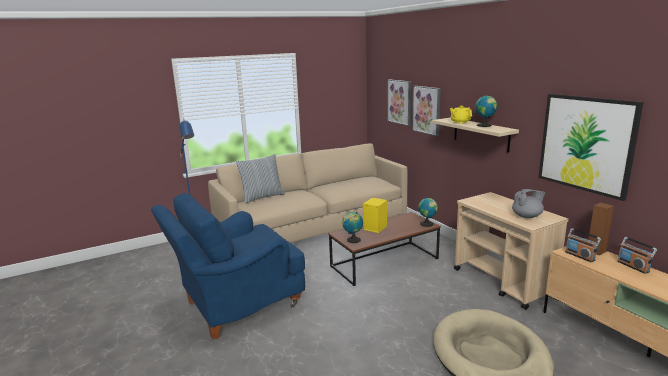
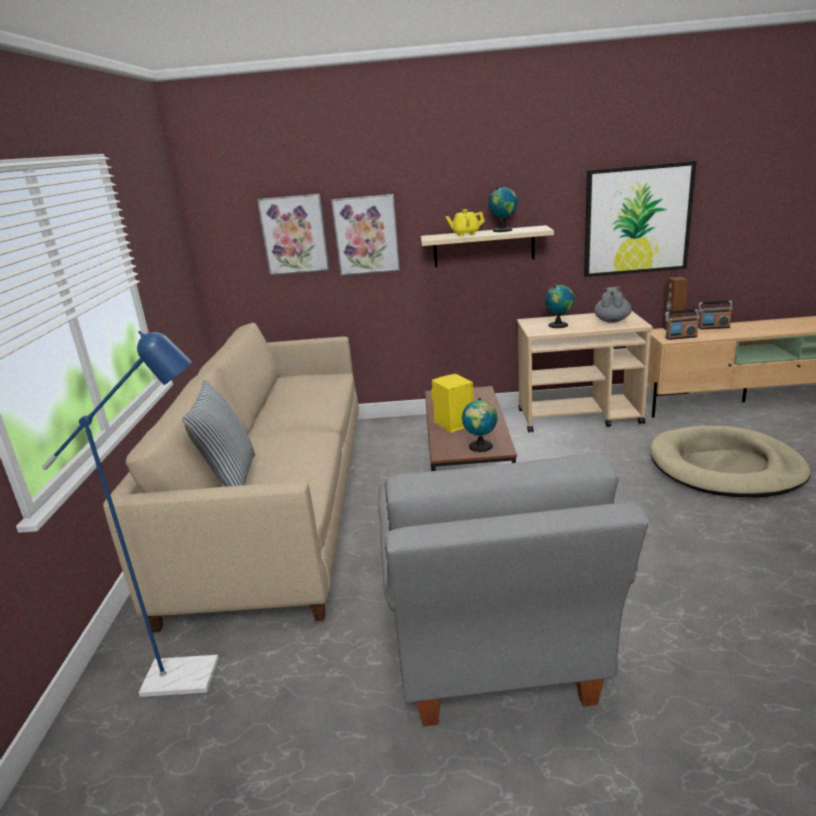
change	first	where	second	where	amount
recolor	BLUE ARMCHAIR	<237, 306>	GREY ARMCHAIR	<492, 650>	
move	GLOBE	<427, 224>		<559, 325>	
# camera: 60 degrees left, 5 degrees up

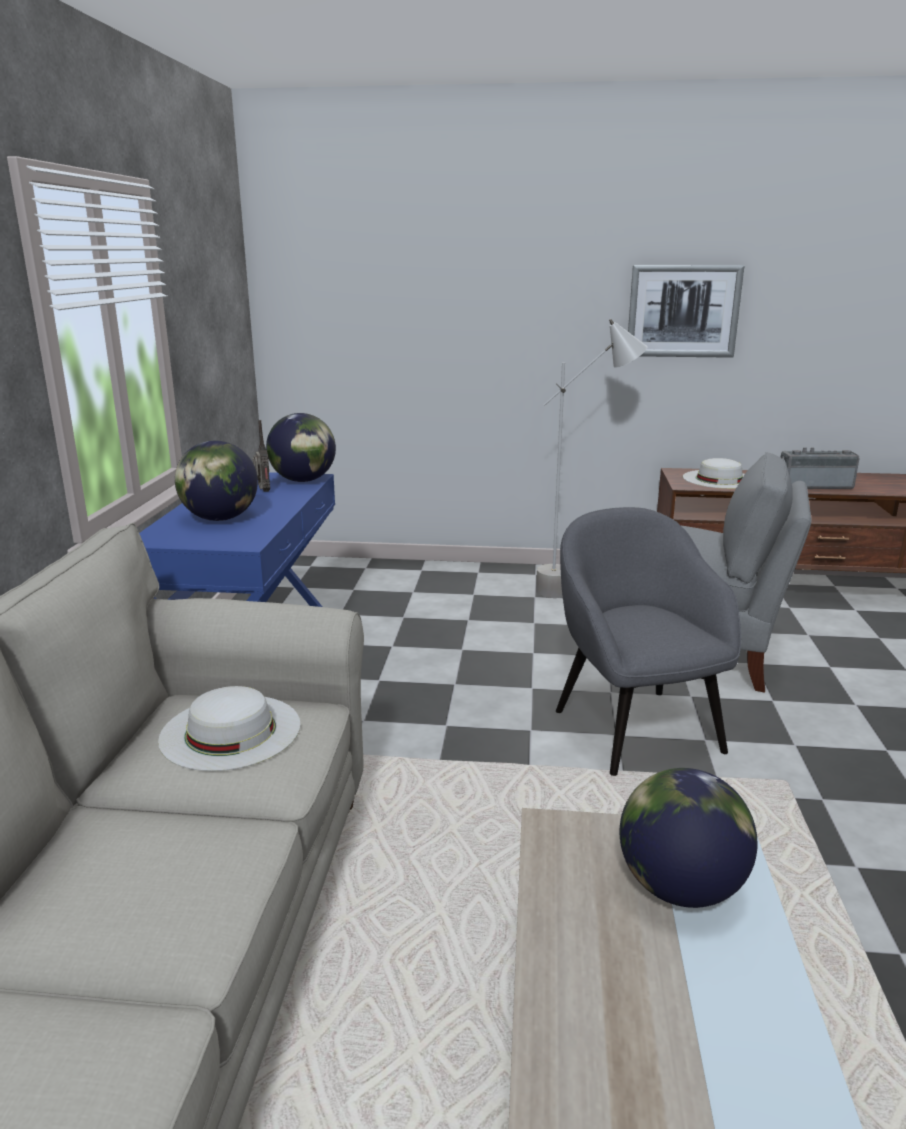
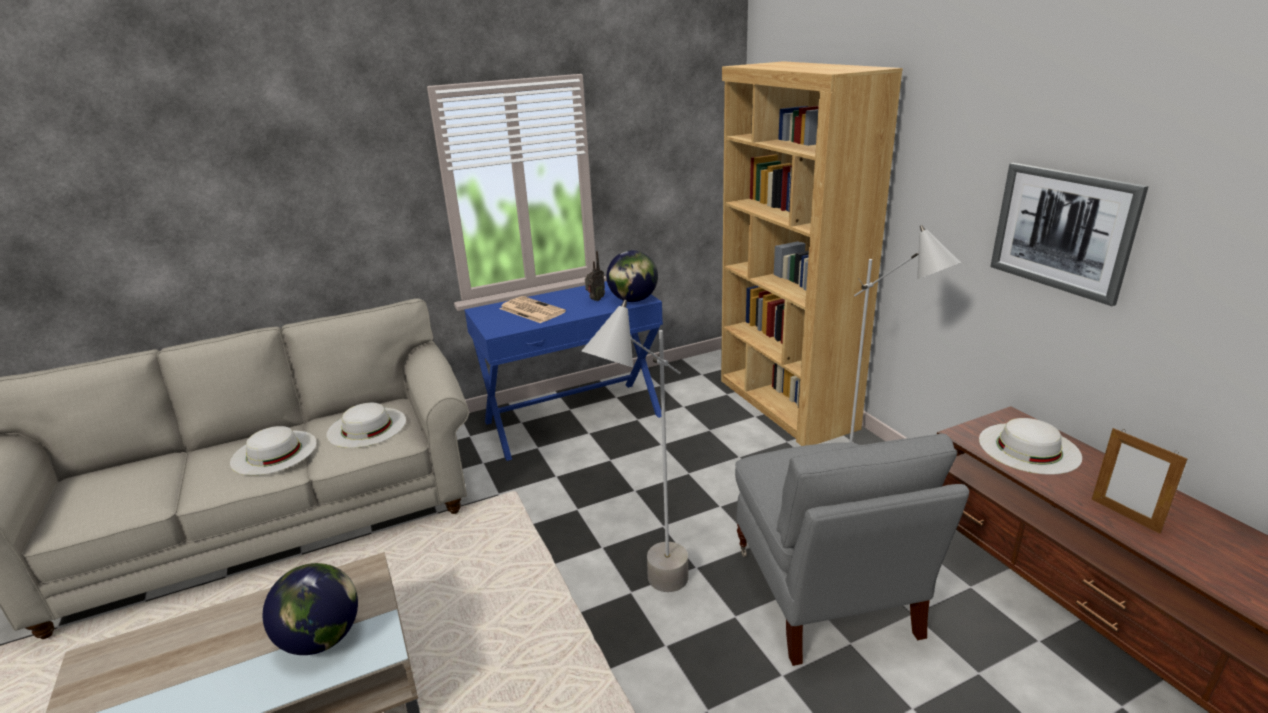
change	first	where	second	where	amount
insert			WHITE HAT	<274, 452>	
replace	GLOBE	<220, 519>	NEWSPAPER	<531, 310>	
replace	GREY ARMCHAIR	<635, 728>	GREY FLOOR LAMP	<649, 599>	
insert			BROWN BOOKCASE	<785, 404>	
replace	RADIO	<813, 486>	PICTURE FRAME	<1125, 515>	
# camera: 60 degrees right, 5 degrees up

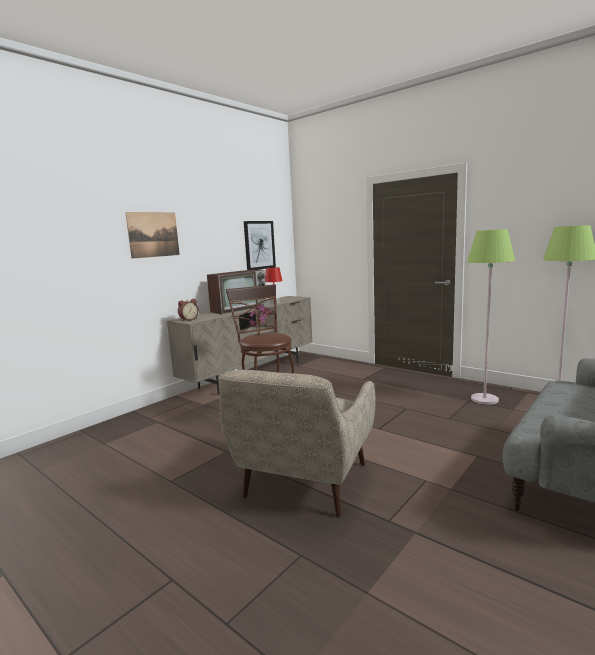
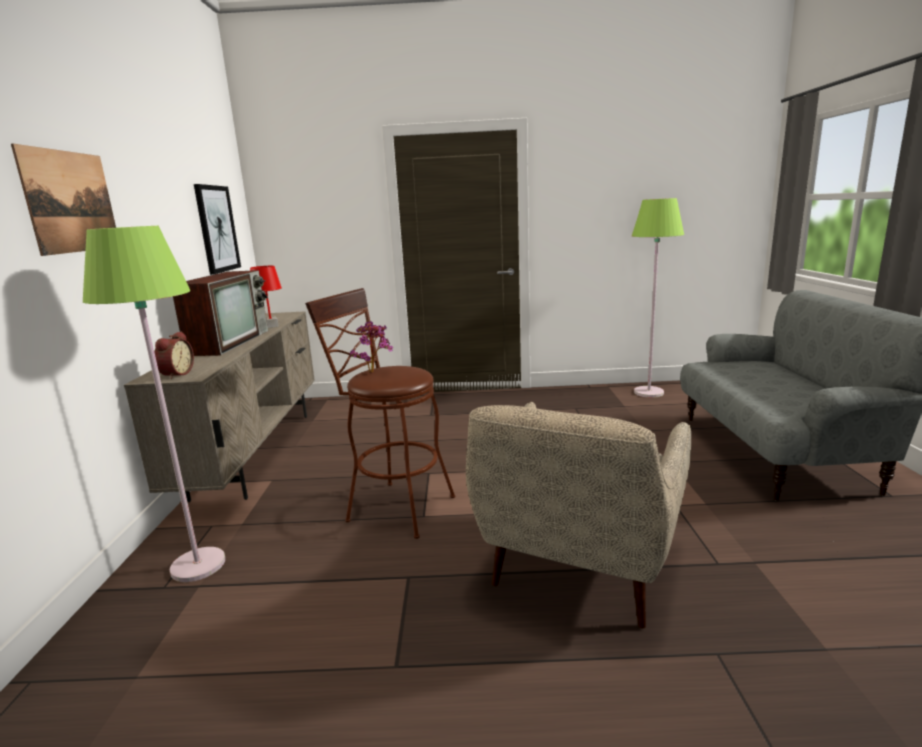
change	first	where	second	where	amount
move	GREEN FLOOR LAMP	<484, 399>		<198, 565>	
rotate	BEIGE ARMCHAIR	<303, 484>		<578, 569>	45 degrees clockwise
# camera: 40 degrees left, 5 degrees up

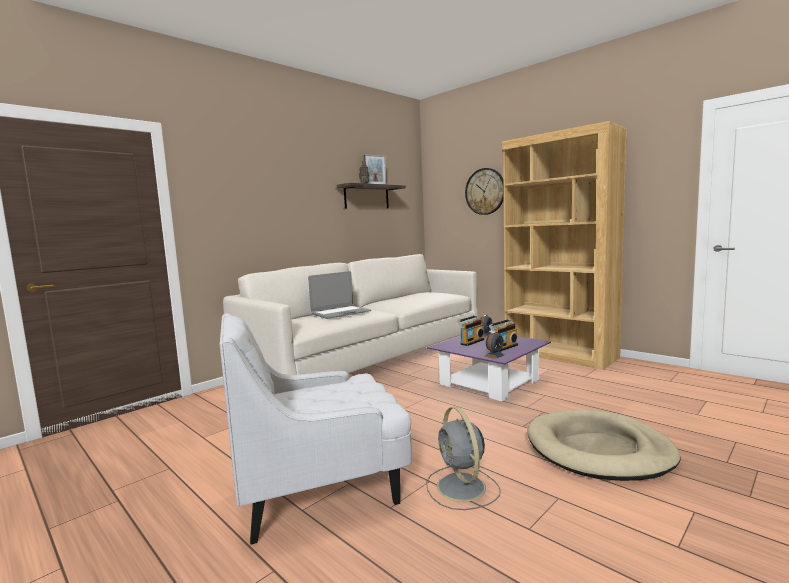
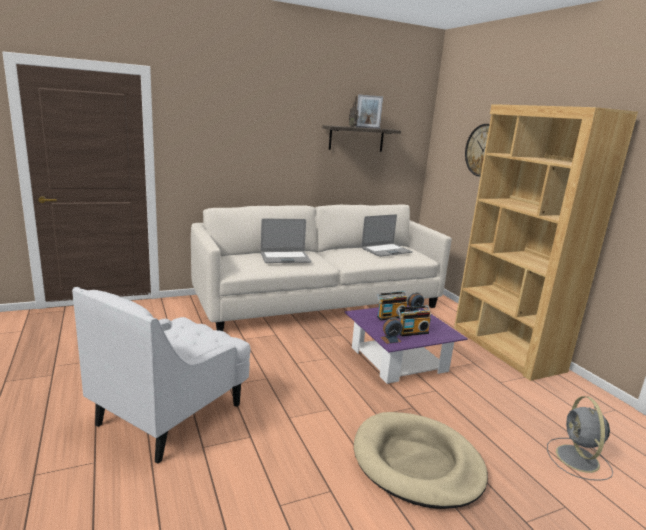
change	first	where	second	where	amount
rotate	WHITE ARMCHAIR	<320, 489>		<172, 413>	60 degrees counterclockwise
insert			LAPTOP	<386, 250>	
move	GREY FAN	<462, 488>		<578, 459>	
# camera: 20 degrees right, 10 degrees up

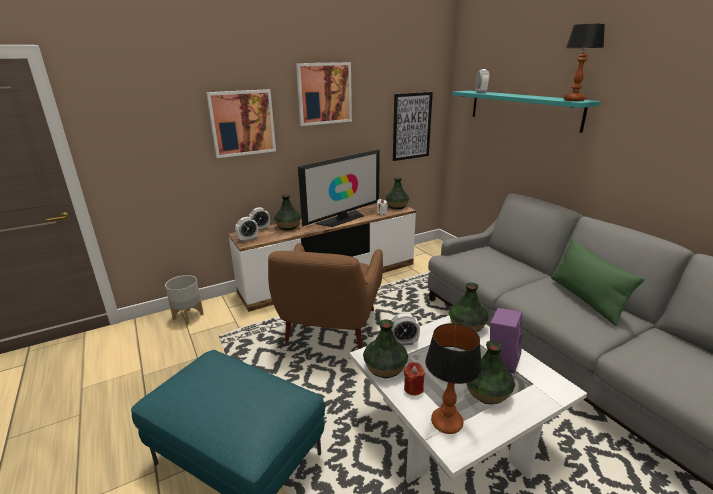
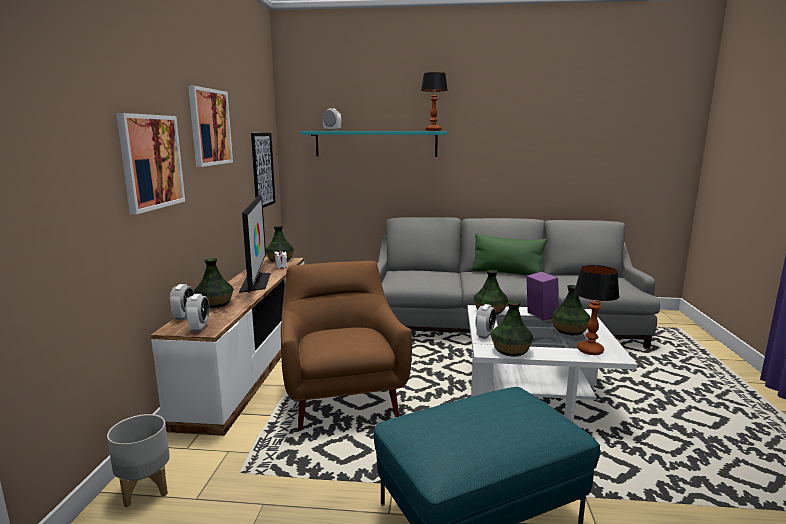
change	first	where	second	where	amount
rotate	BROWN ARMCHAIR	<330, 328>		<342, 396>	150 degrees counterclockwise
delete	RED CANDLE	<413, 388>			
# camera: 55 degrees left, 10 degrees down

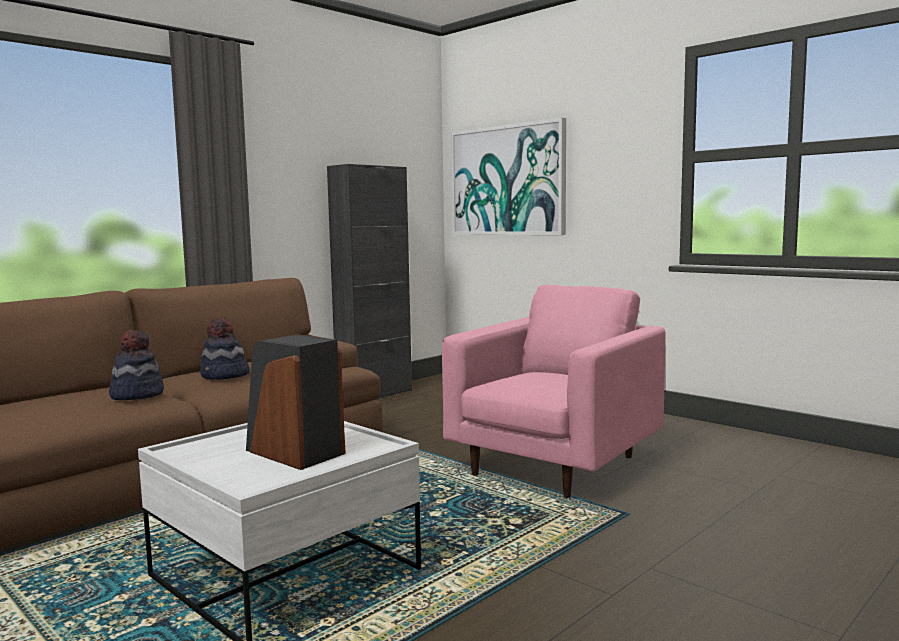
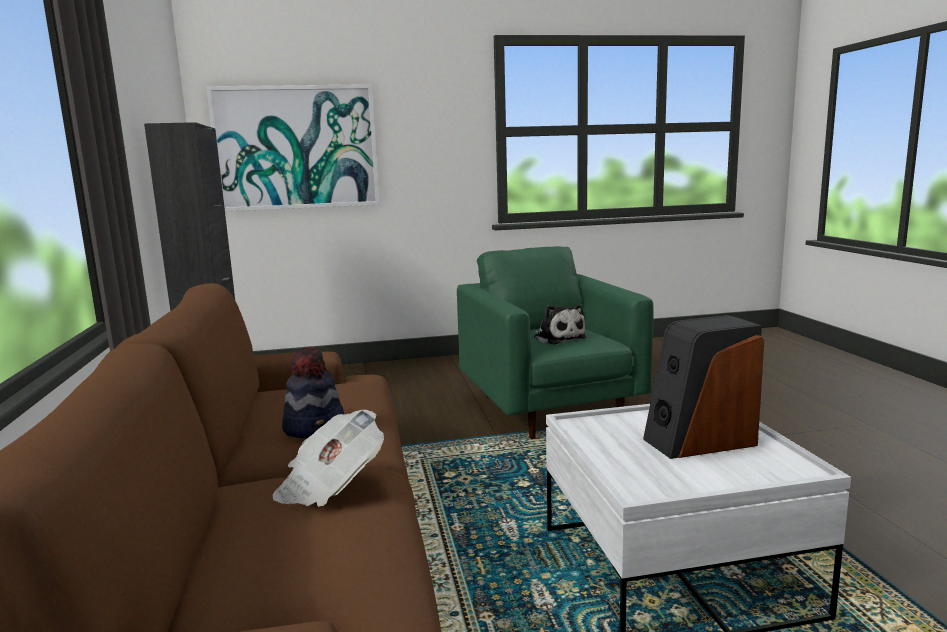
change	first	where	second	where	amount
replace	HAT	<137, 395>	NEWSPAPER	<330, 485>	
recolor	PINK ARMCHAIR	<555, 466>	GREEN ARMCHAIR	<550, 409>	
insert			PLUSH TOY	<558, 338>	
# camera: 55 degrees left, 5 degrees up

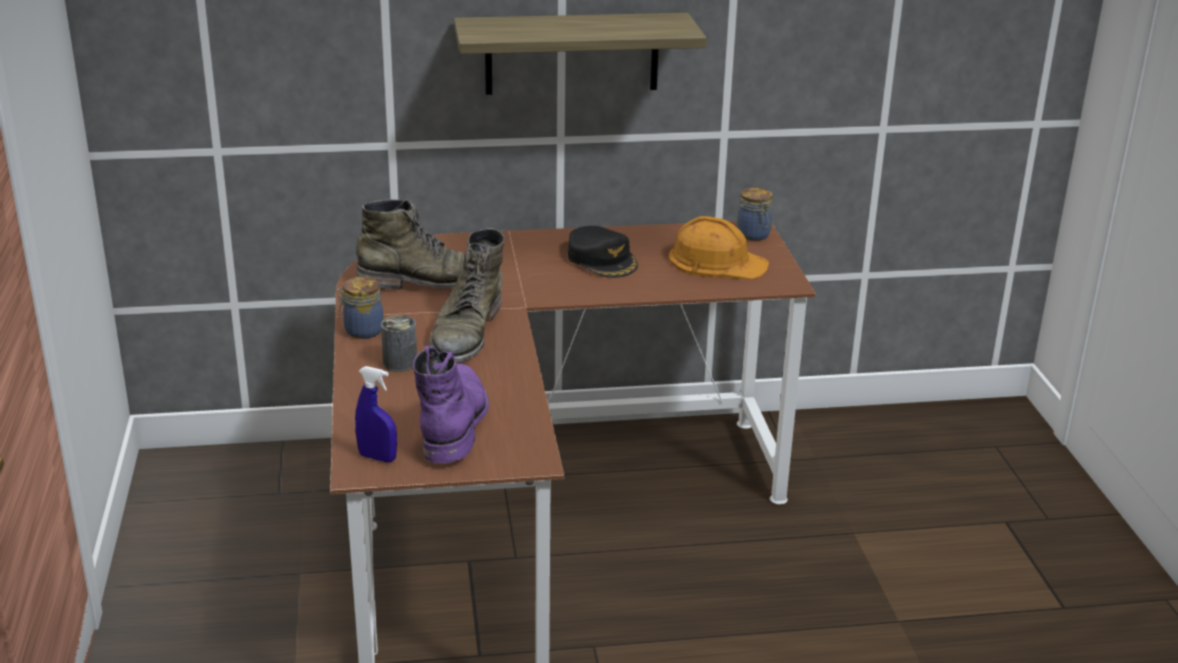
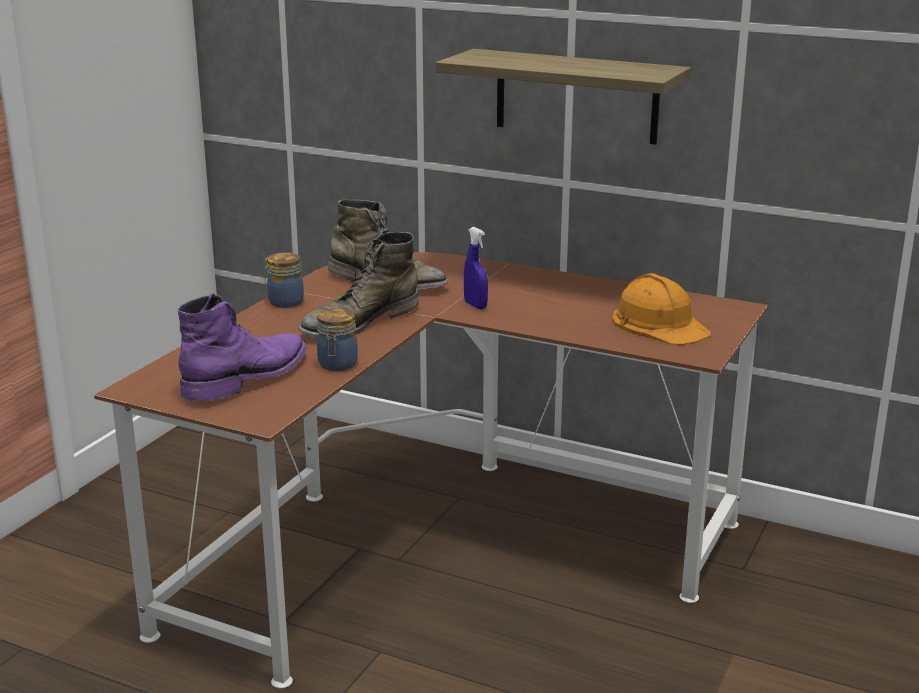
change	first	where	second	where	amount
move	JAR	<754, 235>		<337, 365>	
move	BLUE SPRAY BOTTLE	<377, 457>		<475, 305>	
delete	CAN	<400, 363>			
delete	BLACK CAP	<602, 260>			
# camera: 35 degrees right, 5 degrees down

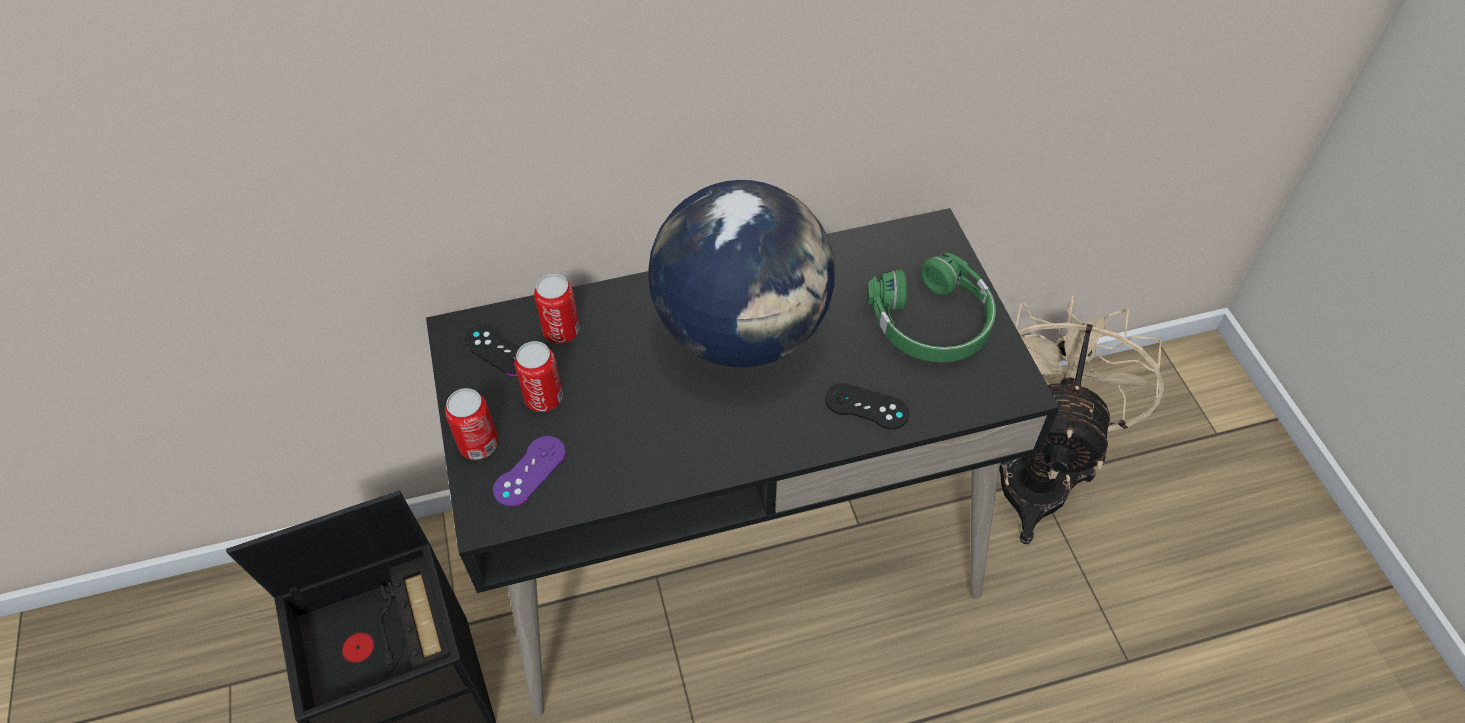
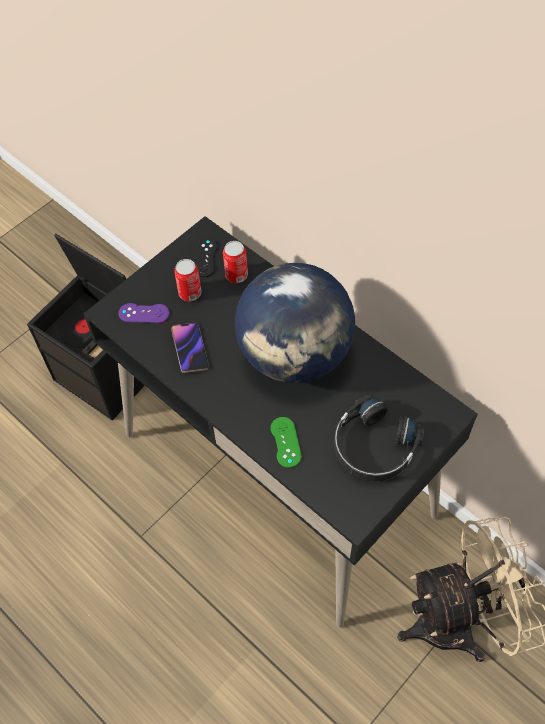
change	first	where	second	where	amount
insert			PHONE	<190, 349>	
recolor	BLACK GAME CONTROLLER	<866, 406>	GREEN GAME CONTROLLER	<285, 442>	
recolor	GREEN HEADPHONES	<933, 322>	BLACK HEADPHONES	<373, 447>	
delete	CAN	<479, 444>			
# camera: 60 degrees right, 5 degrees up

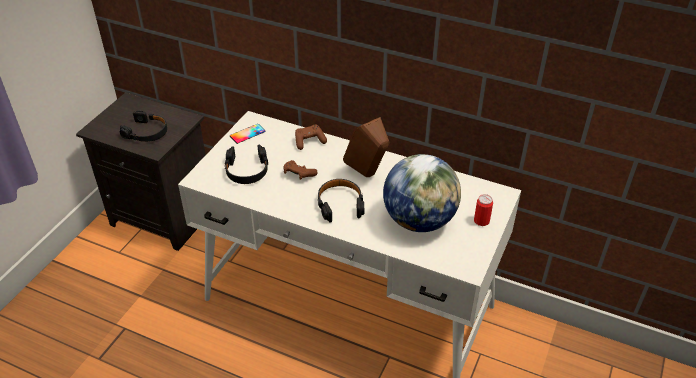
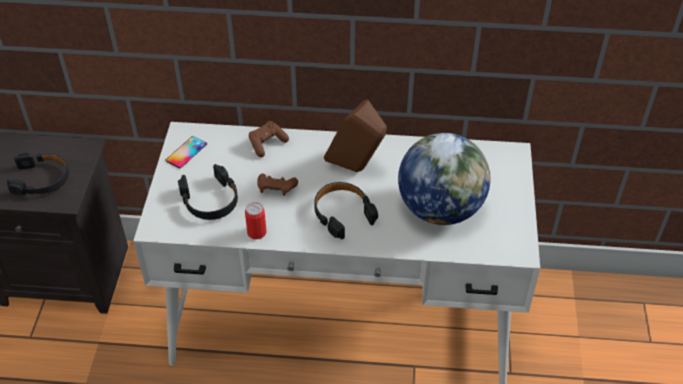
change	first	where	second	where	amount
move	CAN	<481, 221>		<256, 232>	
# camera: 20 degrees left, 5 degrees up

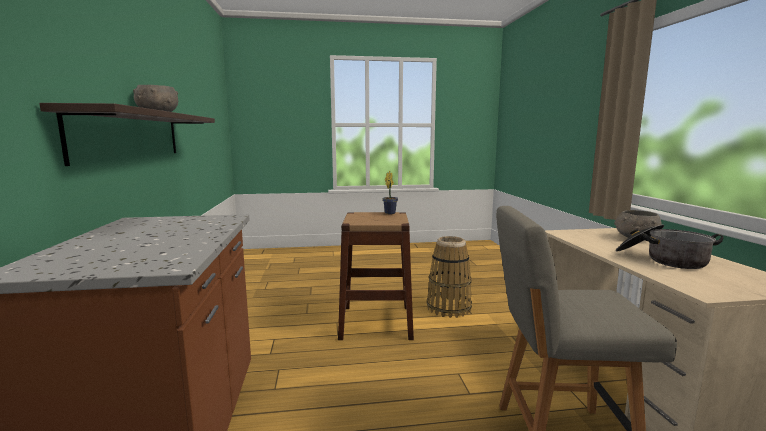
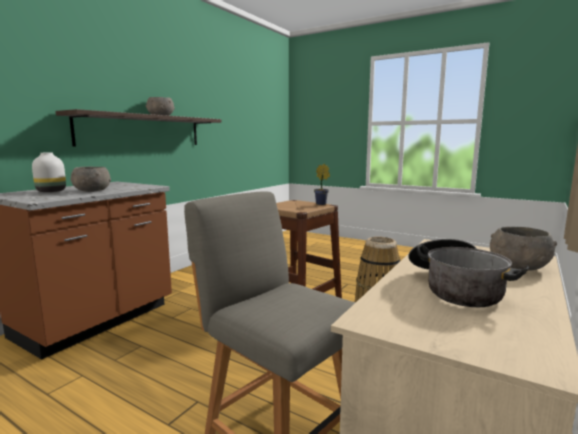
change	first	where	second	where	amount
insert			WHITE VASE	<50, 191>	
insert			GREY BOWL	<91, 191>	
# camera: 40 degrees right, 0 degrees up

